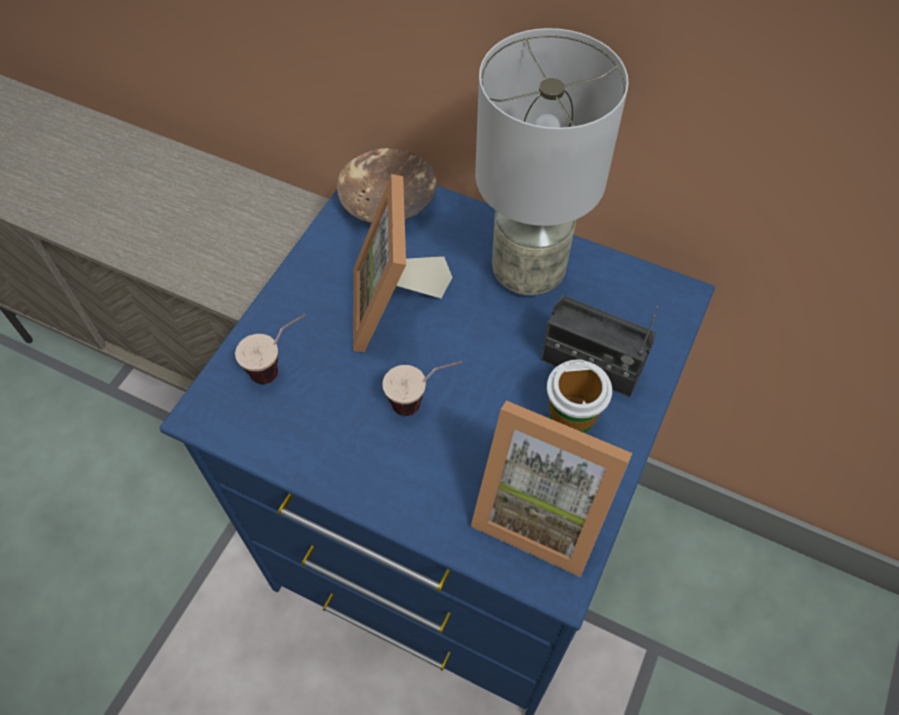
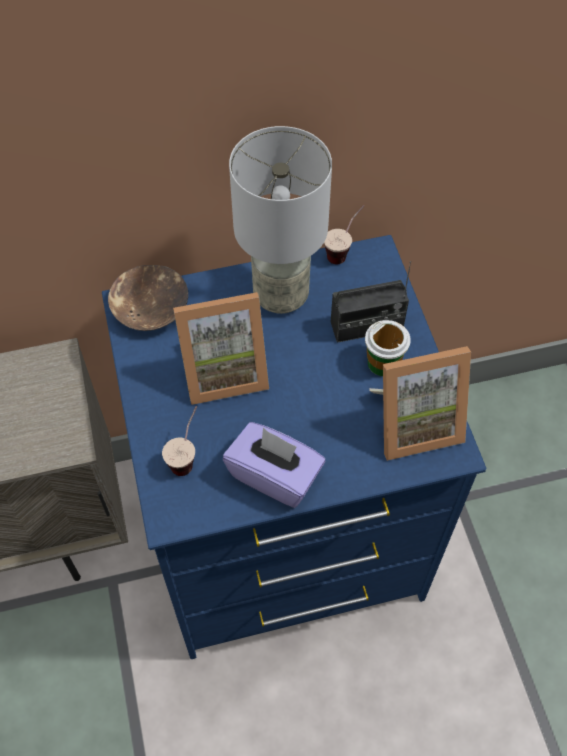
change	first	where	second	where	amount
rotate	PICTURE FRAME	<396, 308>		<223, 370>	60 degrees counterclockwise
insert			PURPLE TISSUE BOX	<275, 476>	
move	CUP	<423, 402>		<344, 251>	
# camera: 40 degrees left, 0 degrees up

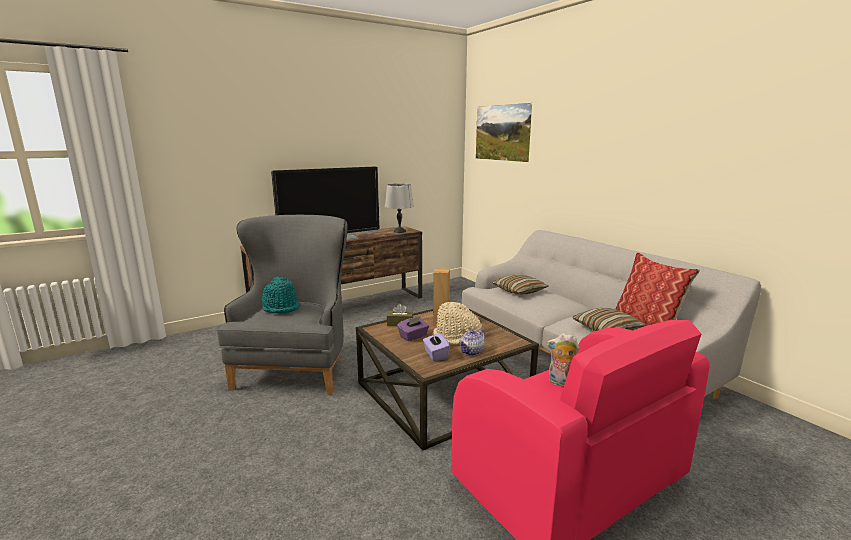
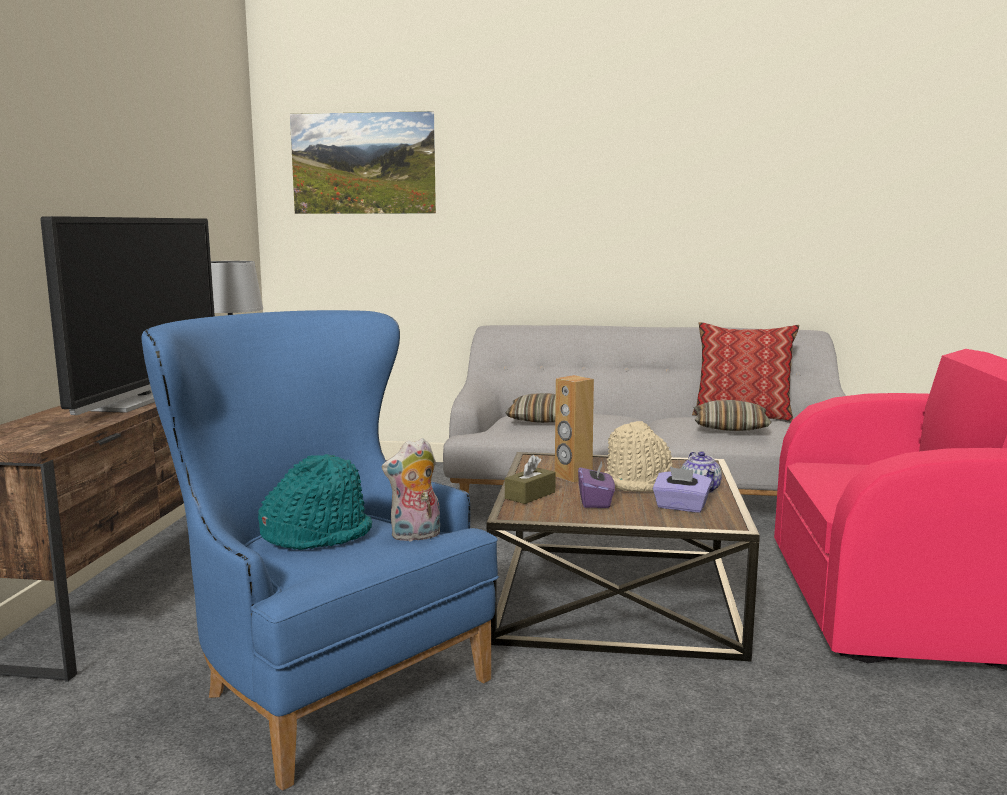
change	first	where	second	where	amount
recolor	GREY ARMCHAIR	<298, 367>	BLUE ARMCHAIR	<325, 680>	
move	PLUSH TOY	<561, 383>		<415, 537>	
# camera: 50 degrees left, 5 degrees down

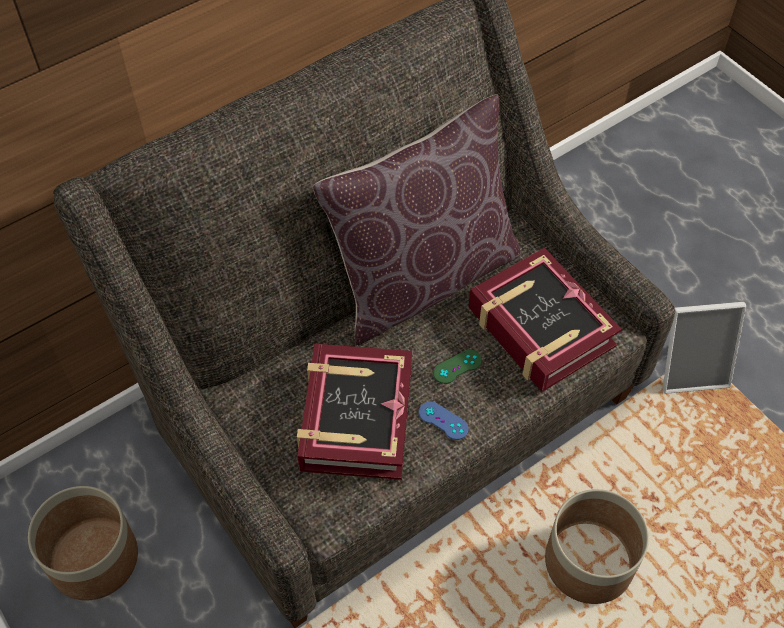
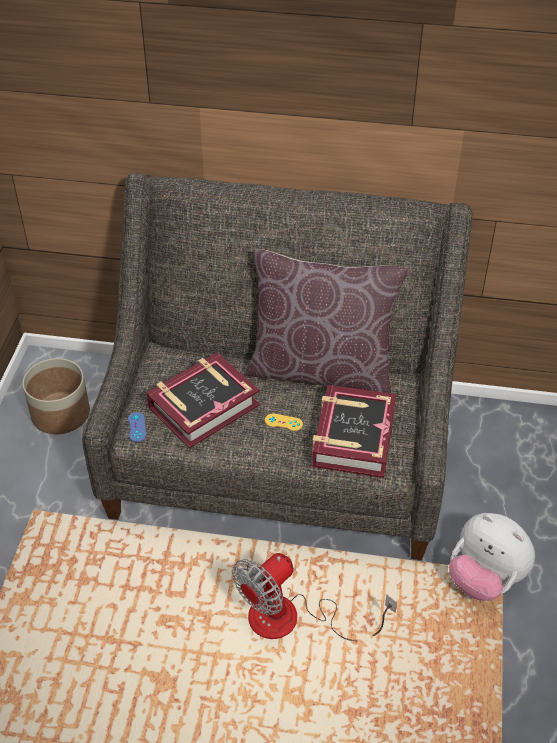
change	first	where	second	where	amount
move	BLUE GAME CONTROLLER	<443, 420>		<137, 427>	
replace	PLANTER	<589, 561>	FAN	<292, 620>	
recolor	GREEN GAME CONTROLLER	<457, 367>	YELLOW GAME CONTROLLER	<283, 422>	
replace	PICTURE FRAME	<690, 369>	PLUSH TOY	<484, 579>	
# camera: 45 degrees right, 10 degrees down

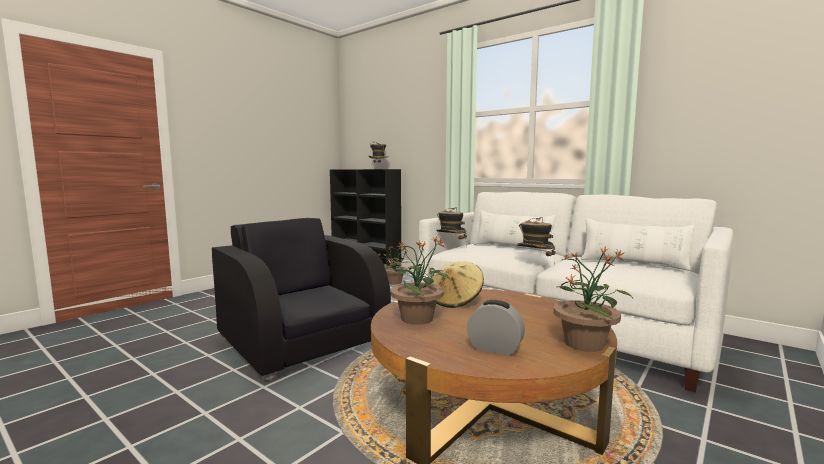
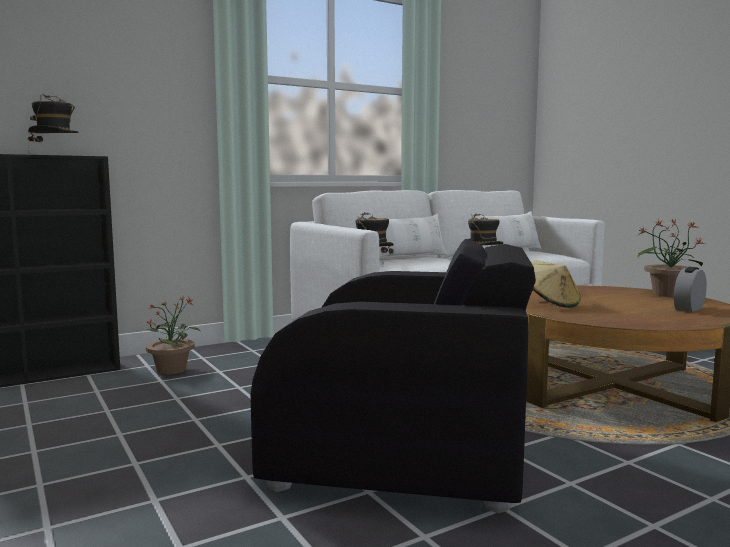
change	first	where	second	where	amount
rotate	BLACK ARMCHAIR	<302, 340>		<402, 451>	150 degrees counterclockwise
delete	POTTED PLANT	<418, 318>			
# camera: 70 degrees left, 0 degrees up

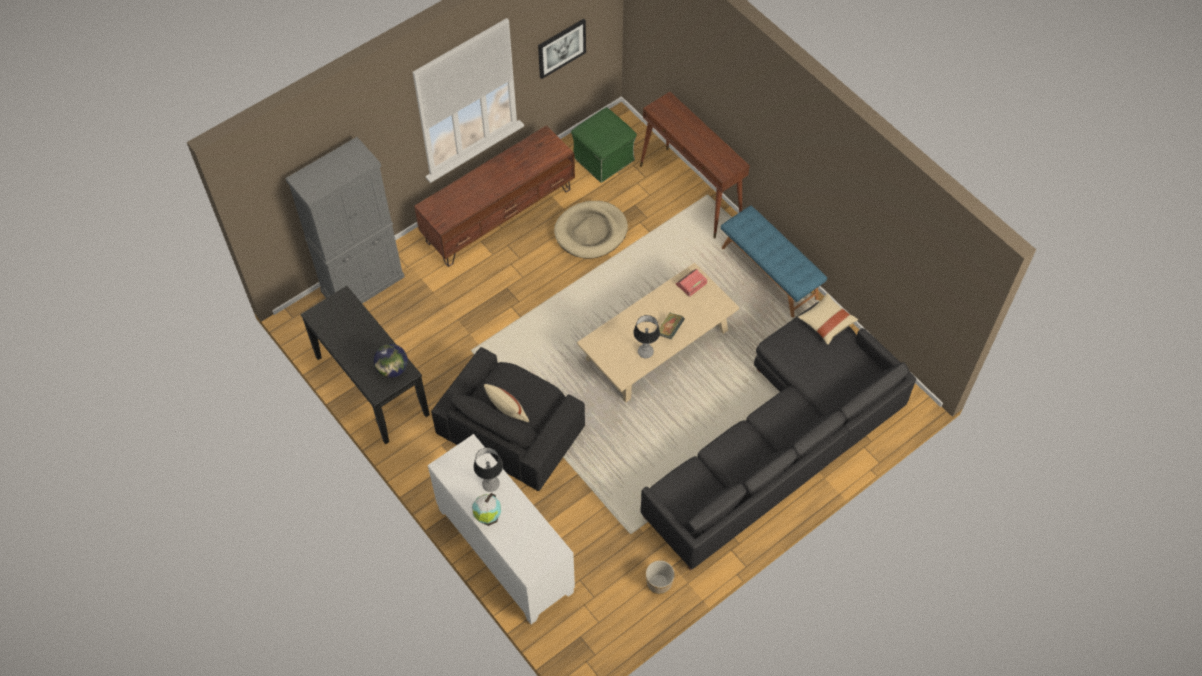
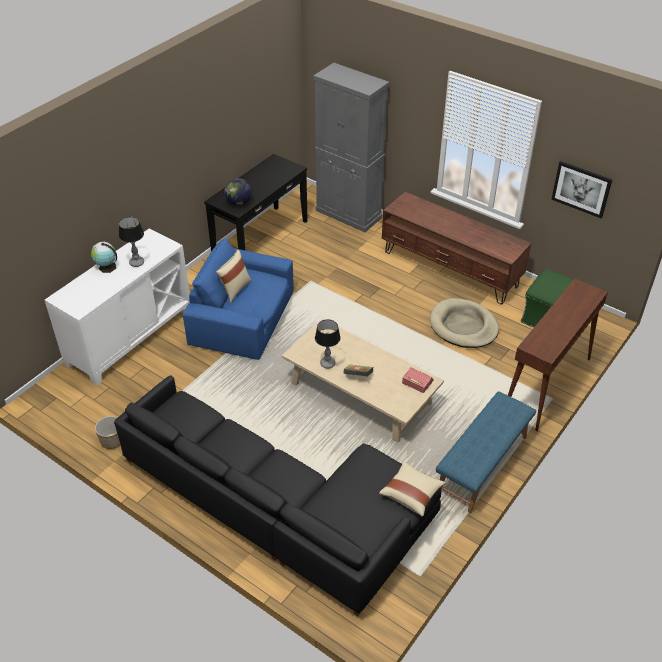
change	first	where	second	where	amount
recolor	BLACK ARMCHAIR	<511, 429>	BLUE ARMCHAIR	<243, 318>	
# camera: 75 degrees right, 15 degrees down

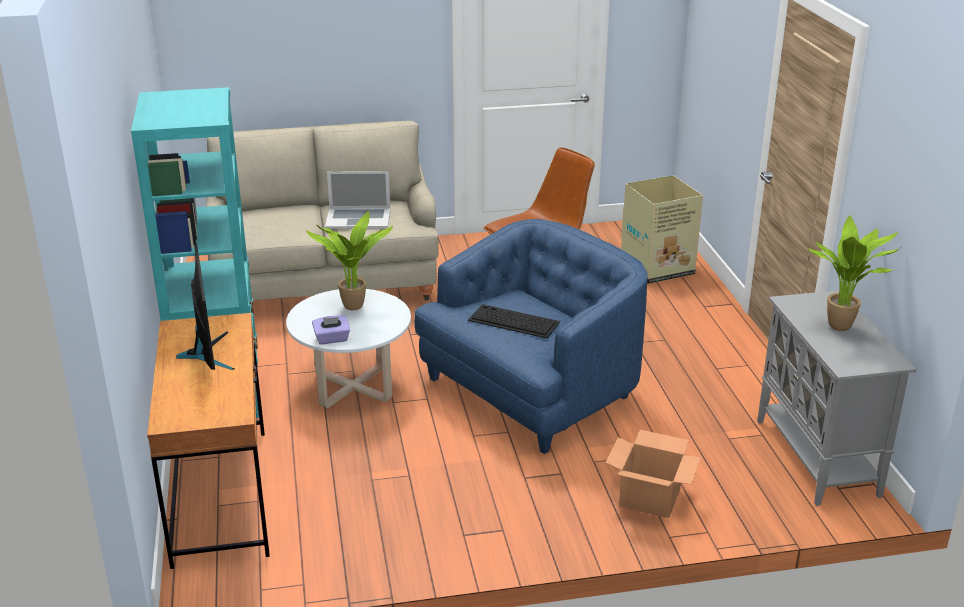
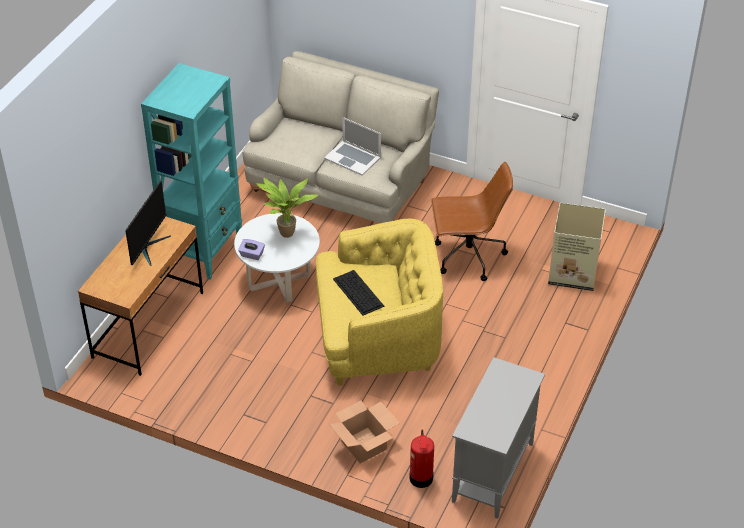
change	first	where	second	where	amount
recolor	BLUE ARMCHAIR	<531, 391>	YELLOW ARMCHAIR	<377, 336>	
insert			FIRE EXTINGUISHER	<421, 478>	
delete	POTTED PLANT	<843, 328>			
# camera: 35 degrees right, 15 degrees up

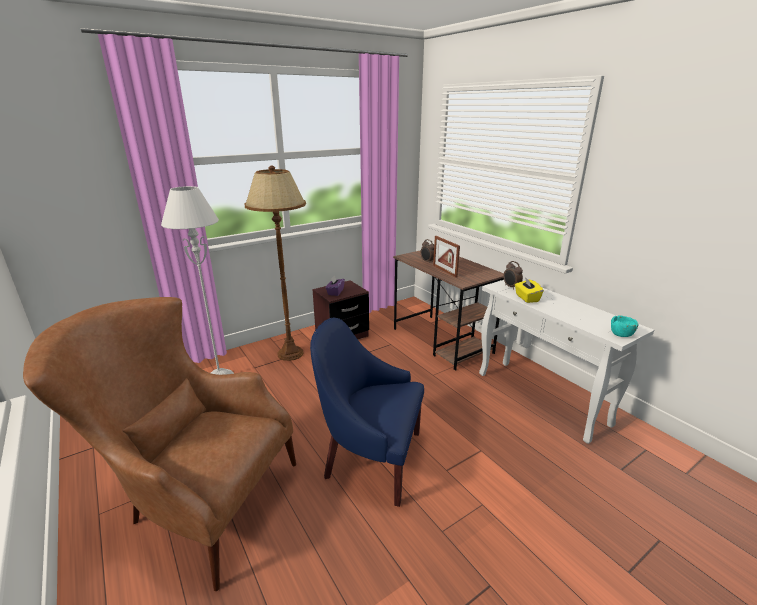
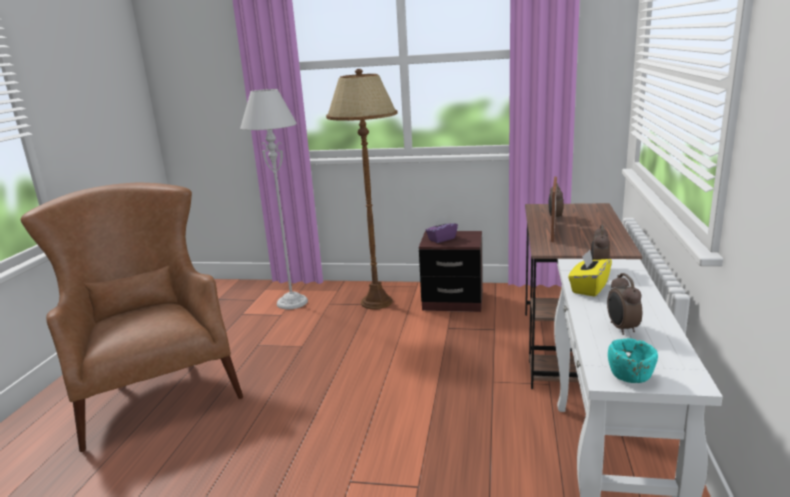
change	first	where	second	where	amount
insert			ALARM CLOCK	<621, 328>	
delete	BLUE ARMCHAIR	<371, 458>			
# camera: 45 degrees right, 5 degrees down

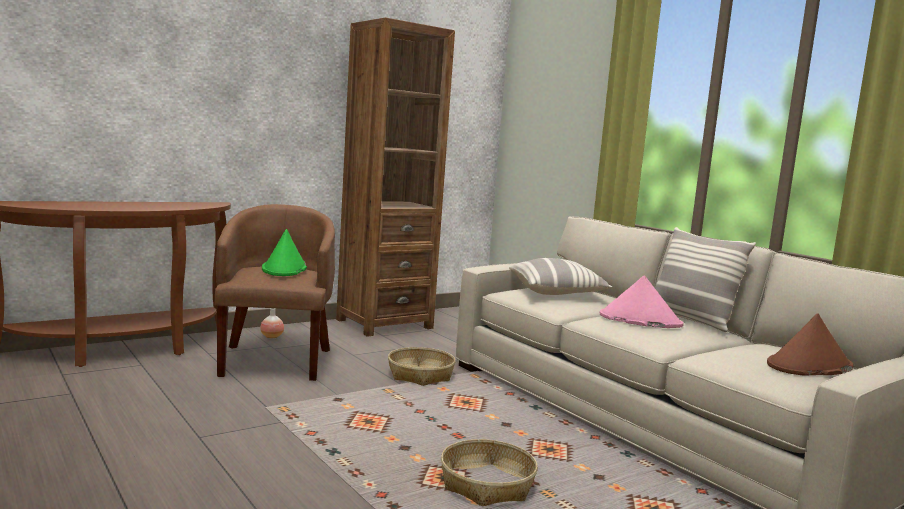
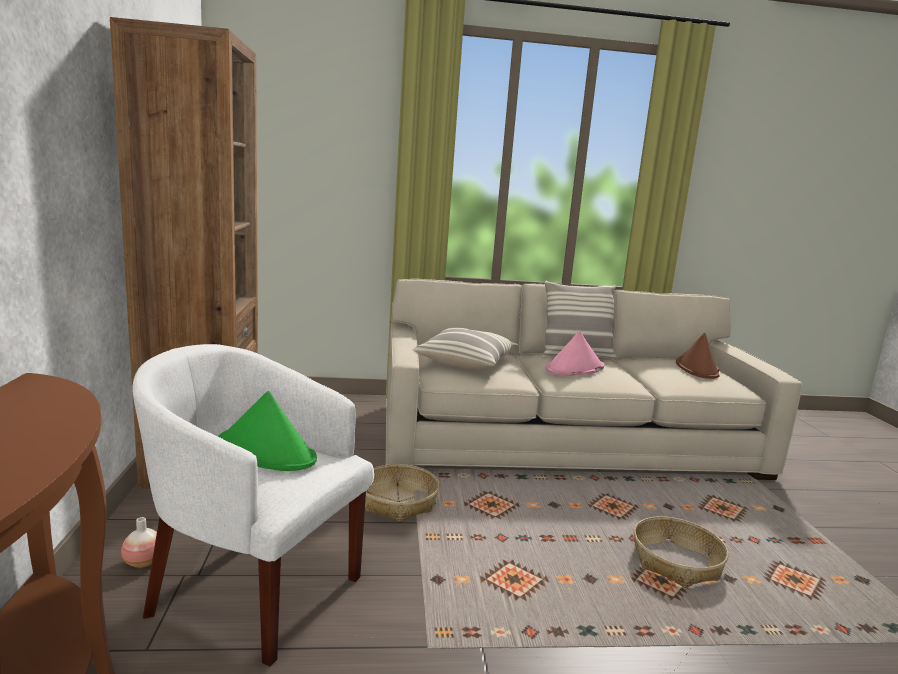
change	first	where	second	where	amount
recolor	BROWN ARMCHAIR	<275, 360>	WHITE ARMCHAIR	<252, 589>	
# camera: 60 degrees left, 5 degrees up

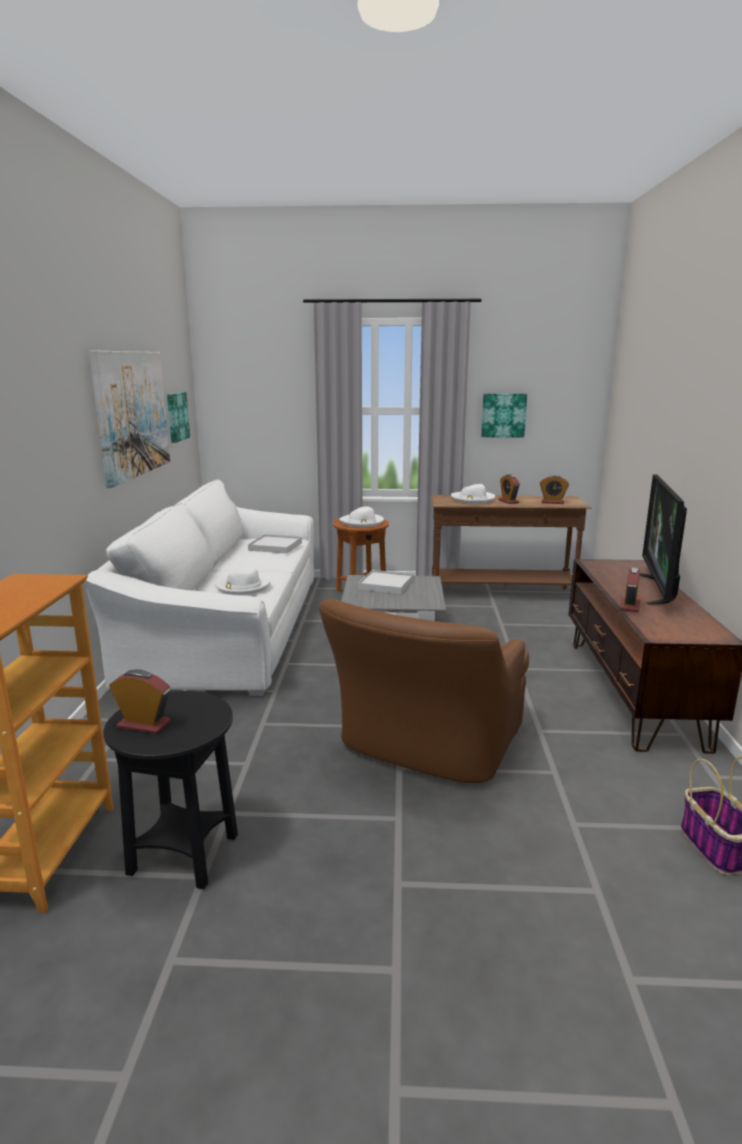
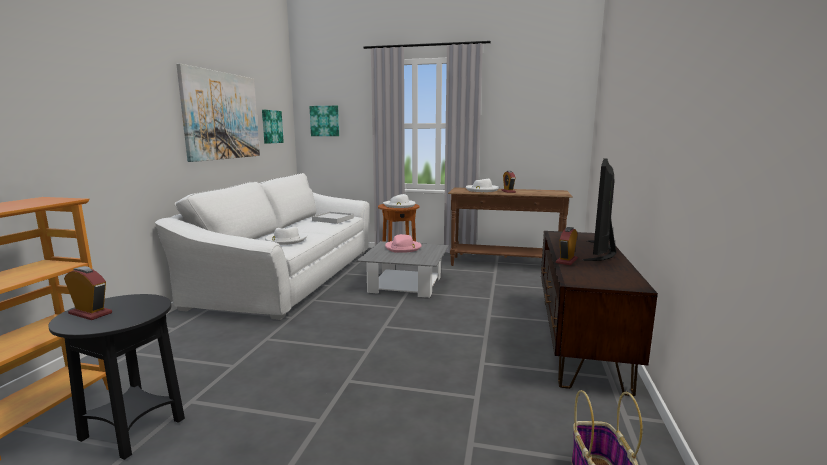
change	first	where	second	where	amount
move	PICTURE	<503, 415>		<325, 121>	
replace	WHITE TRAY	<386, 584>	PINK HAT	<403, 248>	
delete	BROWN ARMCHAIR	<426, 745>			
delete	ALARM CLOCK	<552, 502>			
# camera: 10 degrees right, 5 degrees down

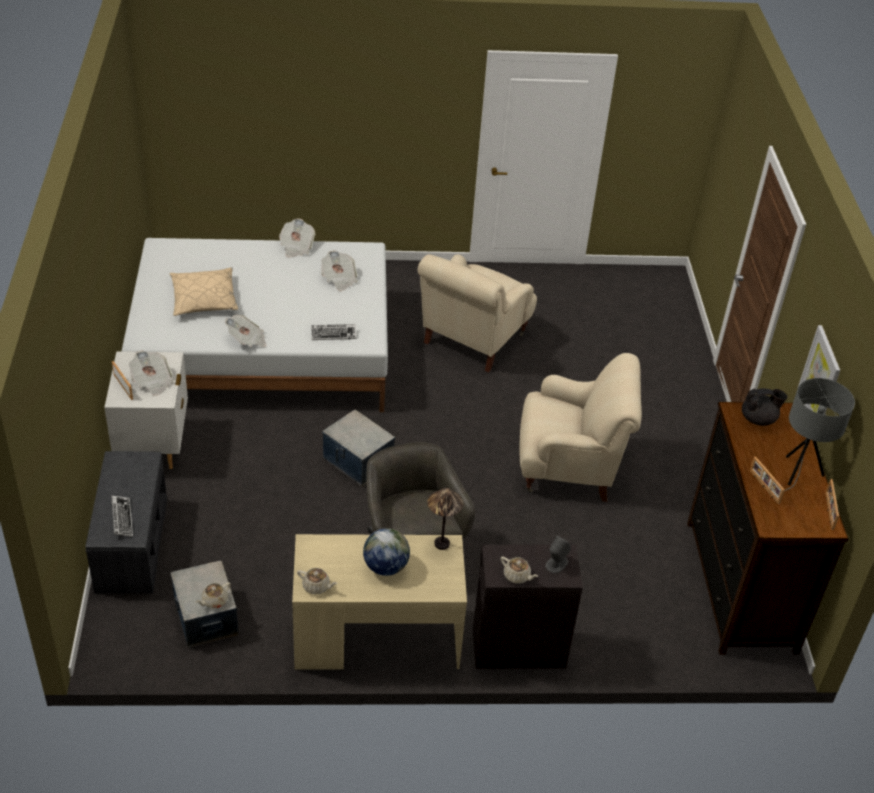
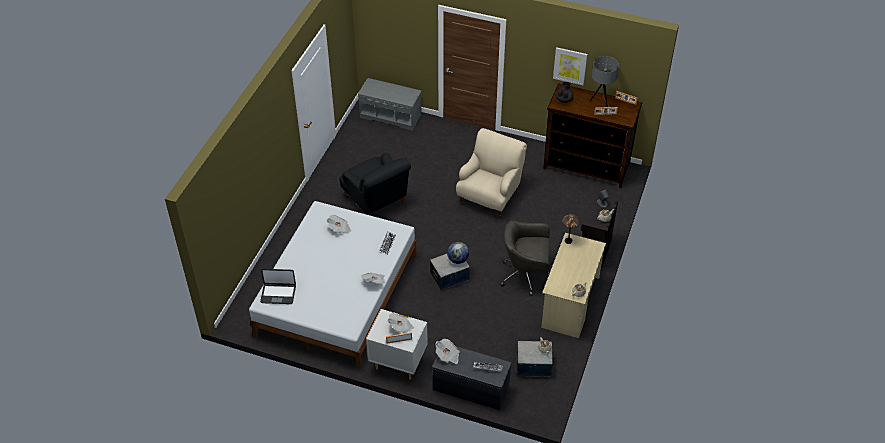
change	first	where	second	where	amount
insert			LAPTOP	<278, 294>	
recolor	BEIGE ARMCHAIR	<473, 339>	BLACK ARMCHAIR	<376, 202>	
insert			GREY BENCH	<391, 115>	
move	NEWSPAPER	<296, 247>		<447, 356>	
move	GLOBE	<385, 567>		<457, 260>	
delete	BEIGE PILLOW	<204, 299>			
# camera: 65 degrees left, 5 degrees up

